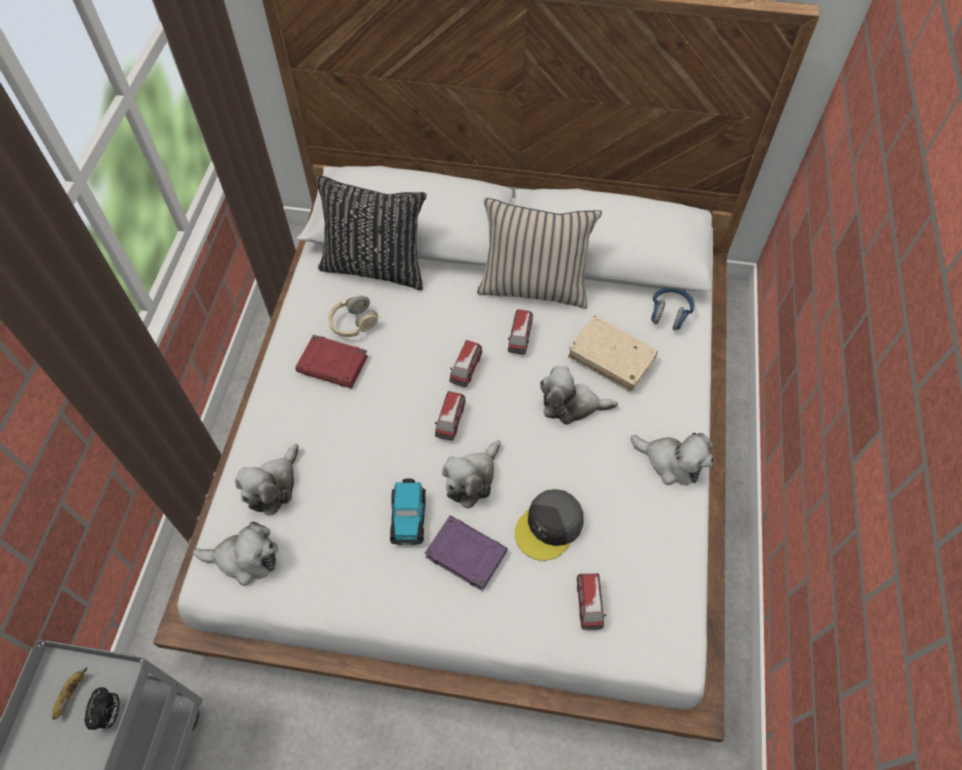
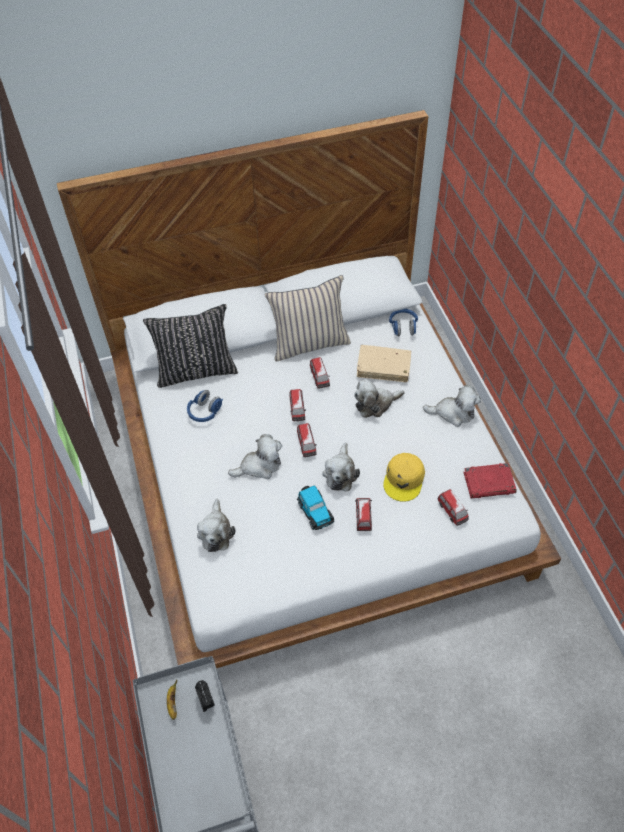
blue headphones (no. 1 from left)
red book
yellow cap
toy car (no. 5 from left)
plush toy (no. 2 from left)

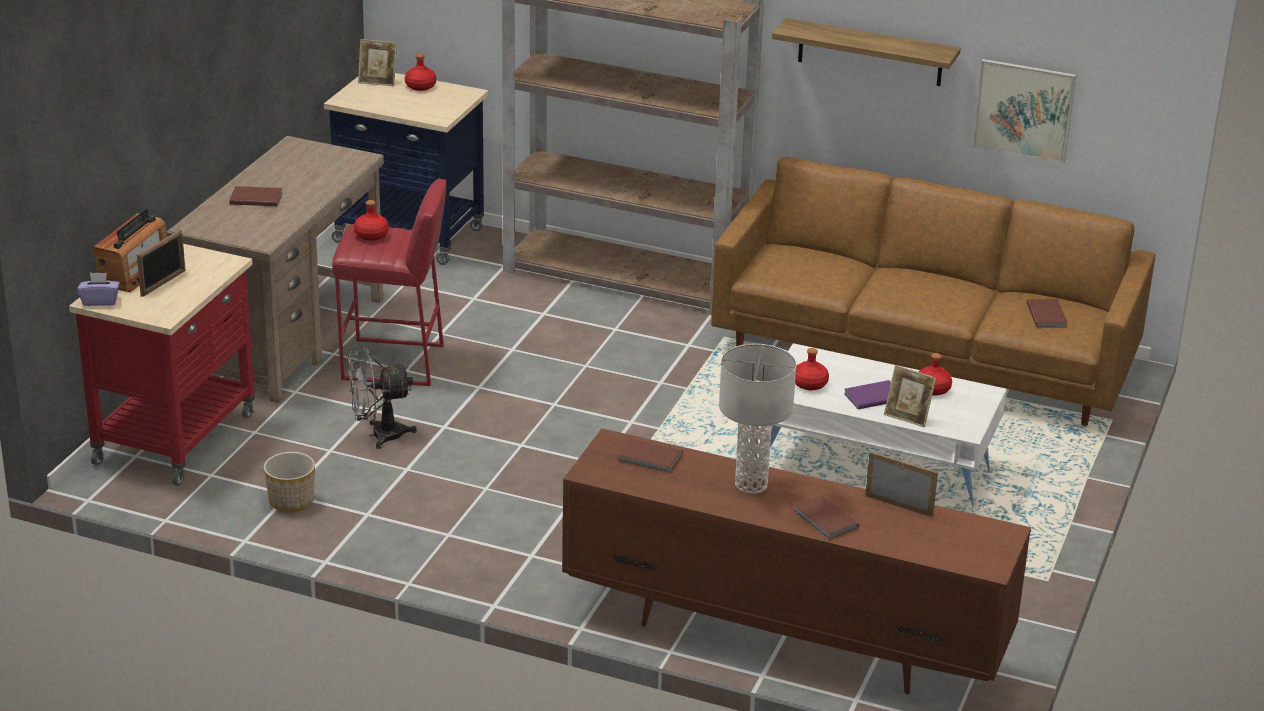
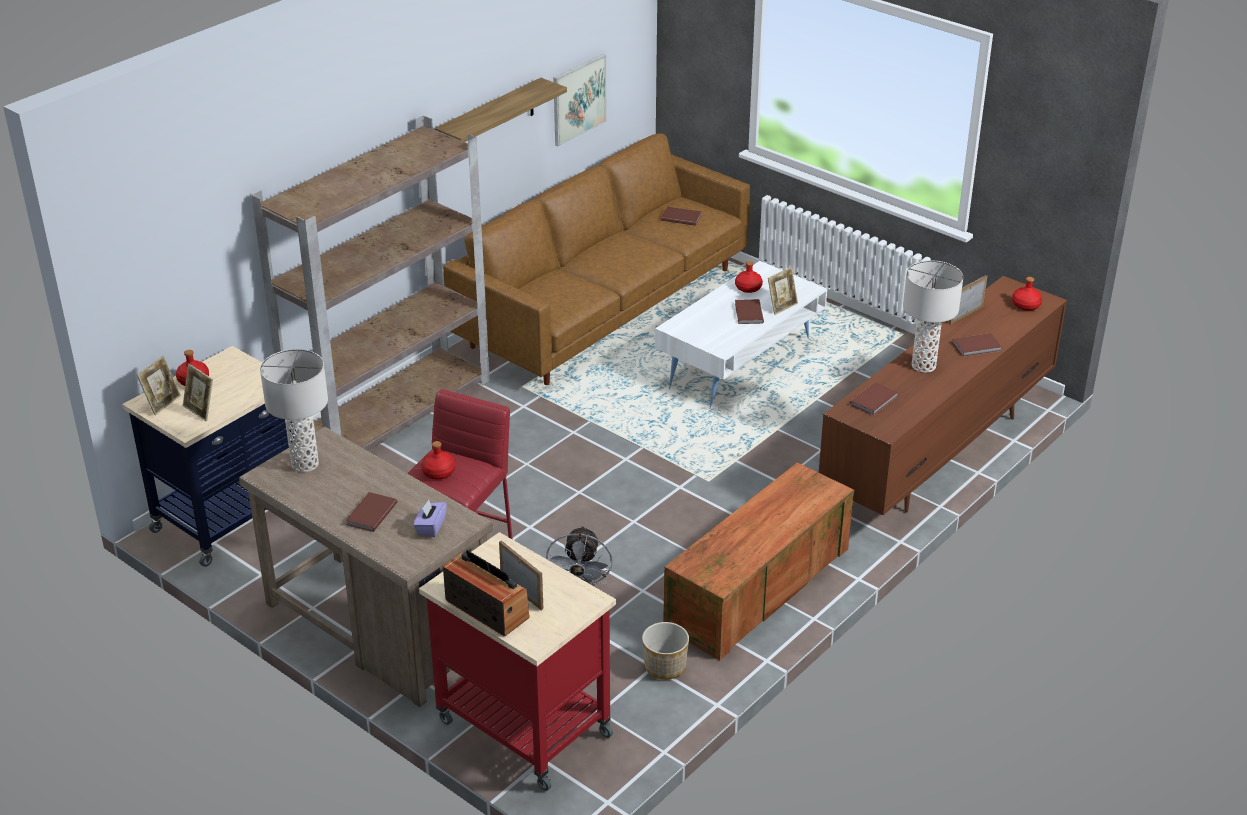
purple tissue box
red bottle (no. 4 from left)
brown book (no. 3 from left)
white table lamp (no. 1 from left)
picture frame (no. 2 from left)
brown bench

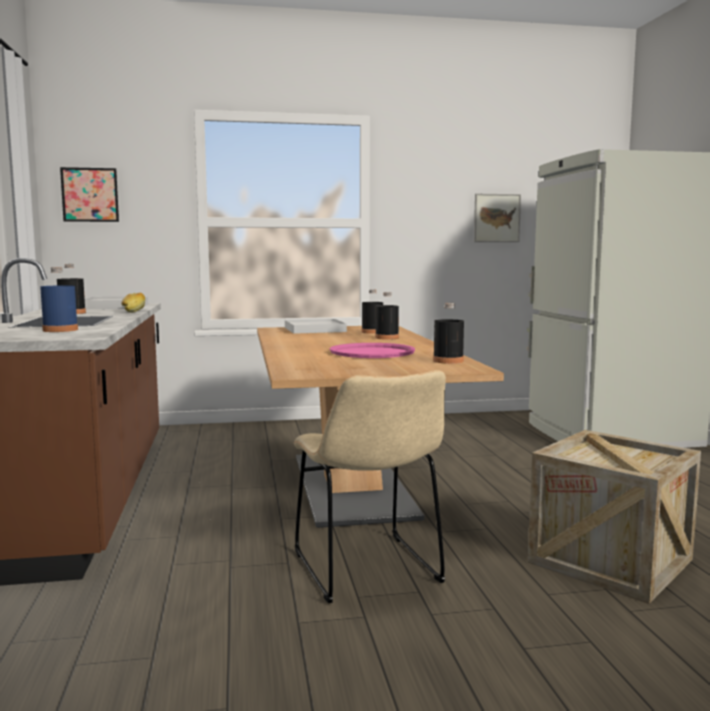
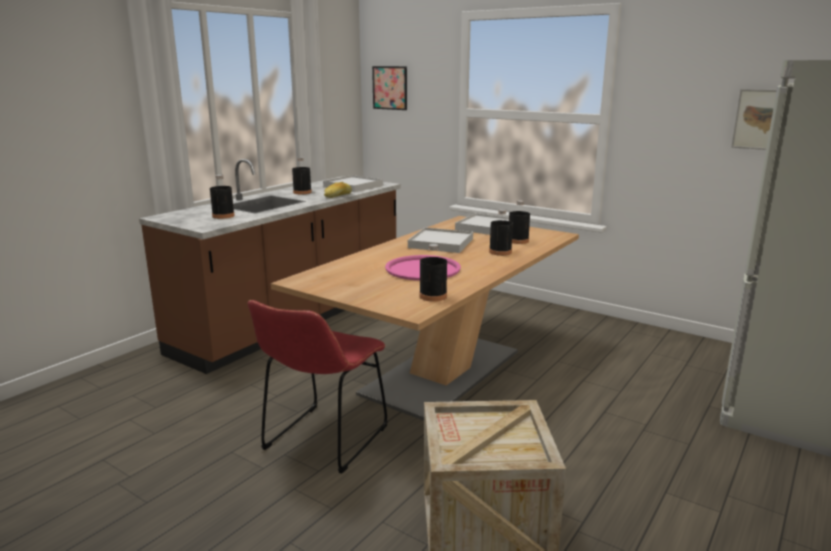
black bottle (no. 1 from left)
red chair
white tray (no. 2 from left)

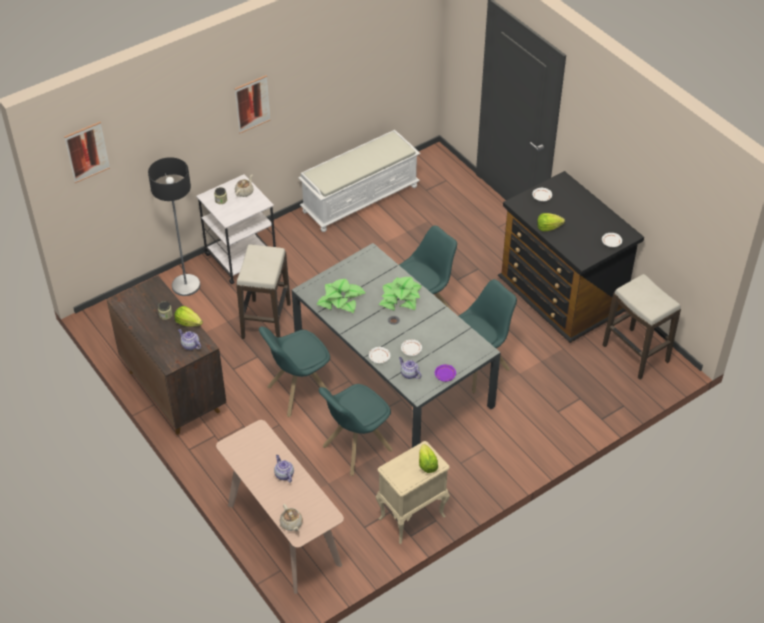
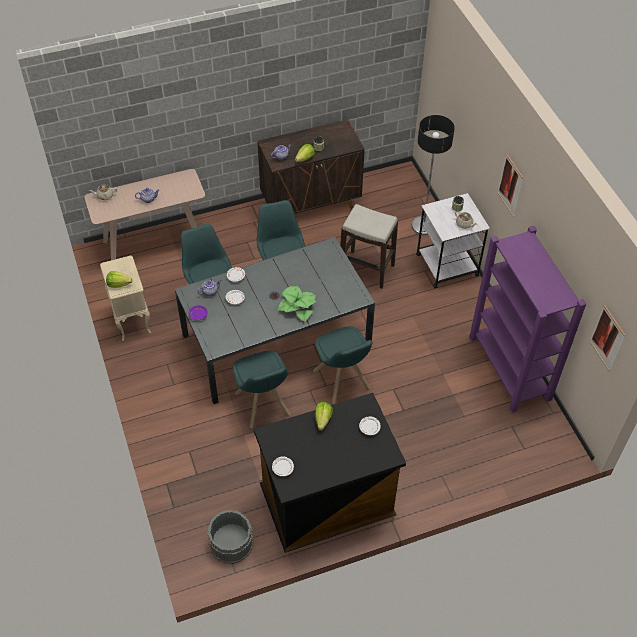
picture (no. 2 from left)
purple bookcase
grey bucket
potted plant (no. 1 from left in the first image)

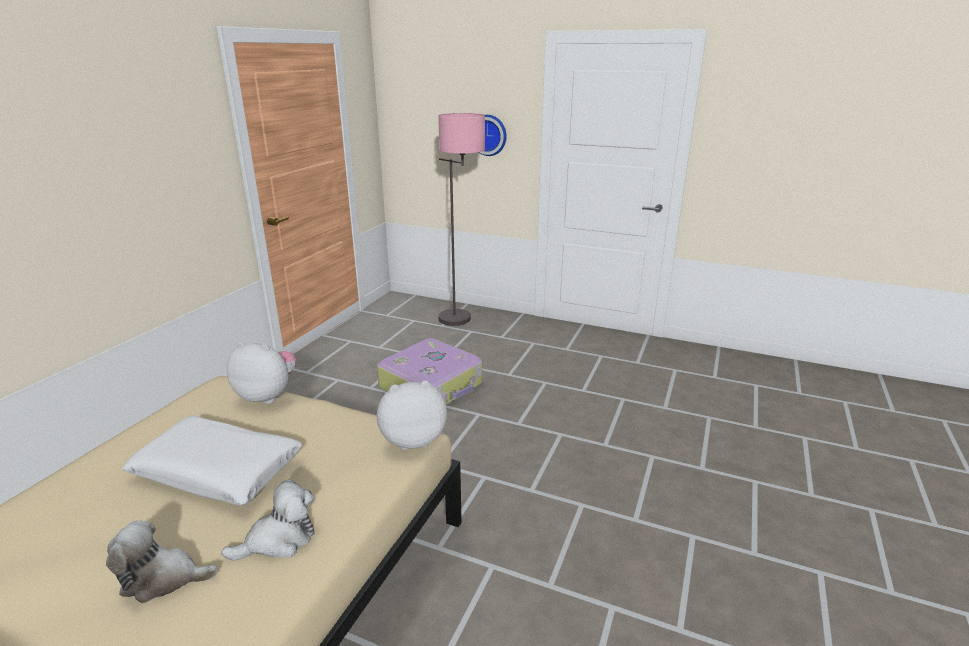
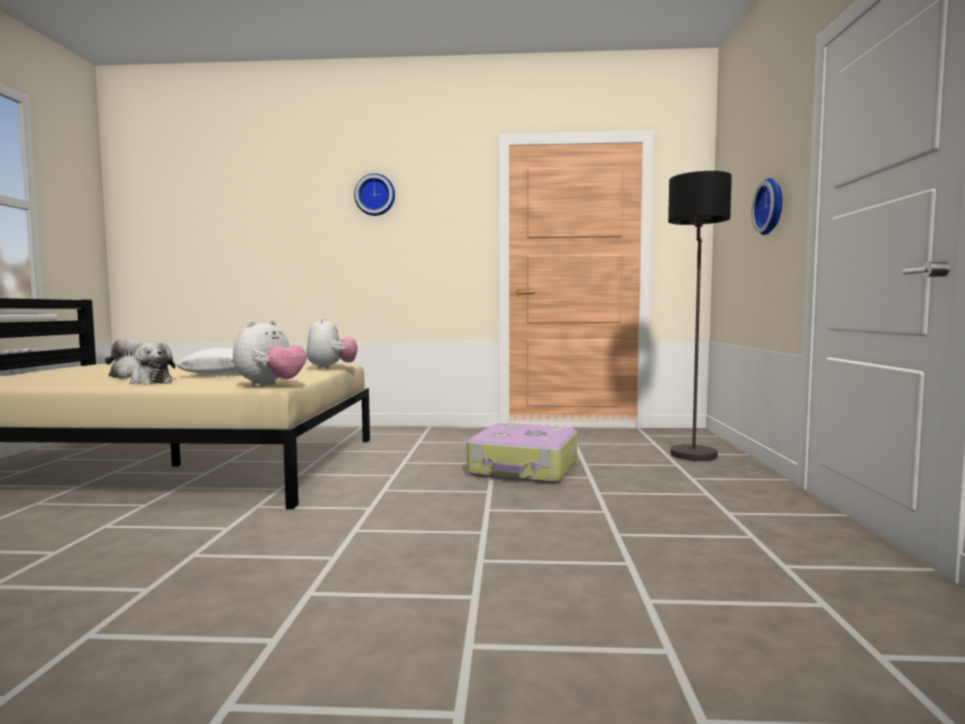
black floor lamp
plush toy (no. 3 from left)
wall clock (no. 1 from left)

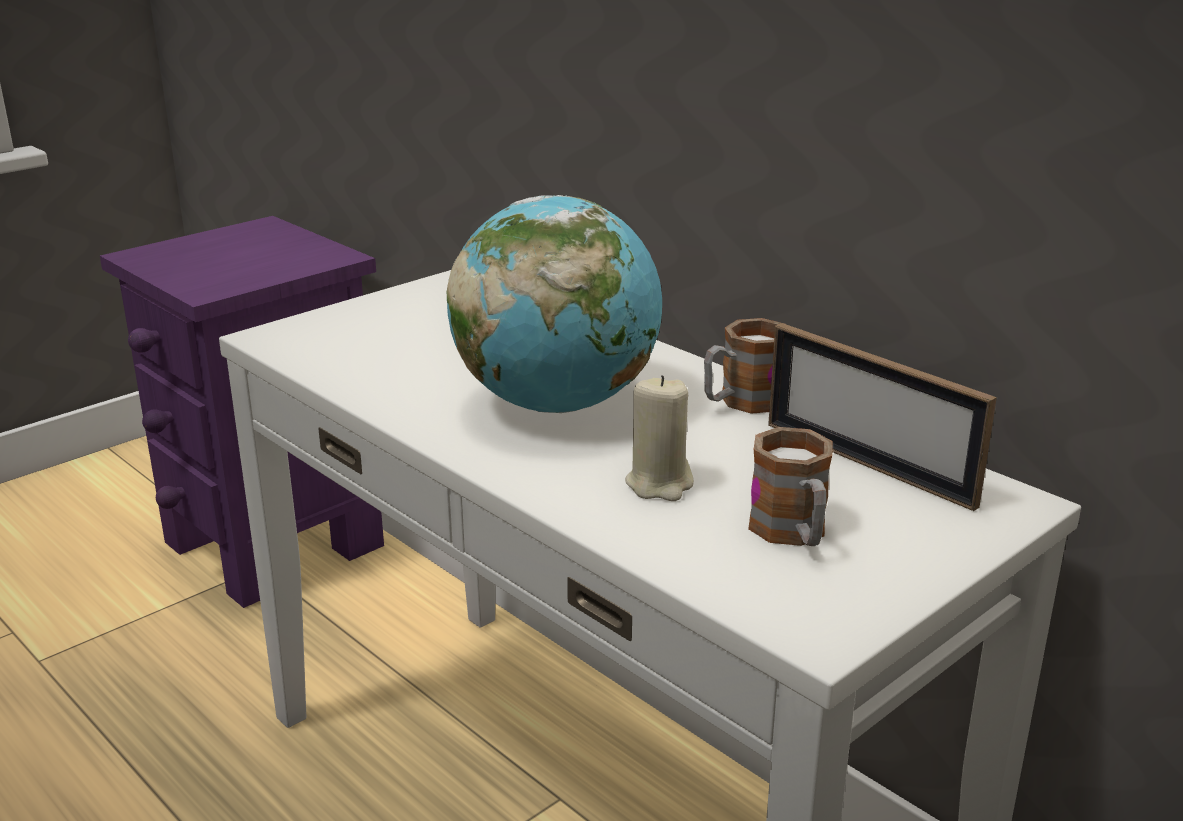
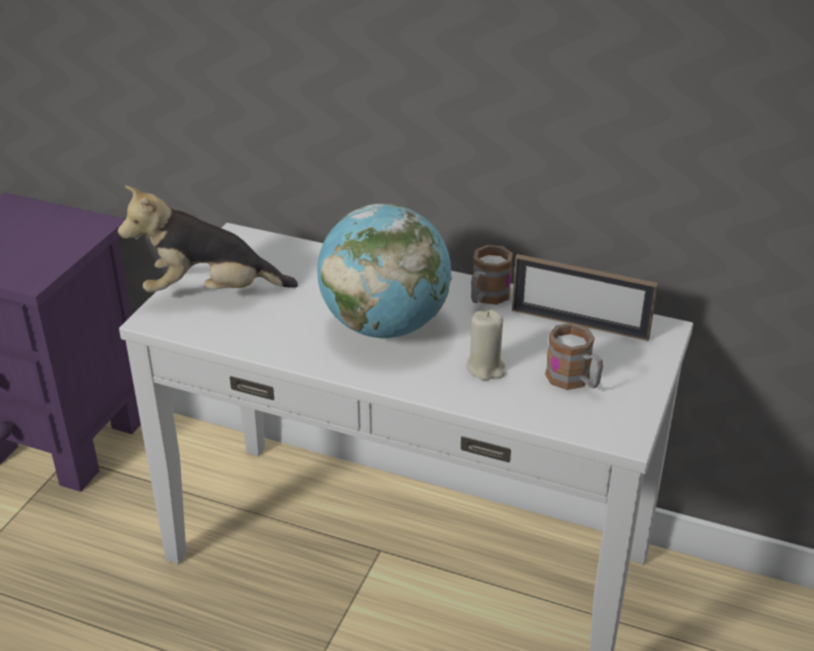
plush toy

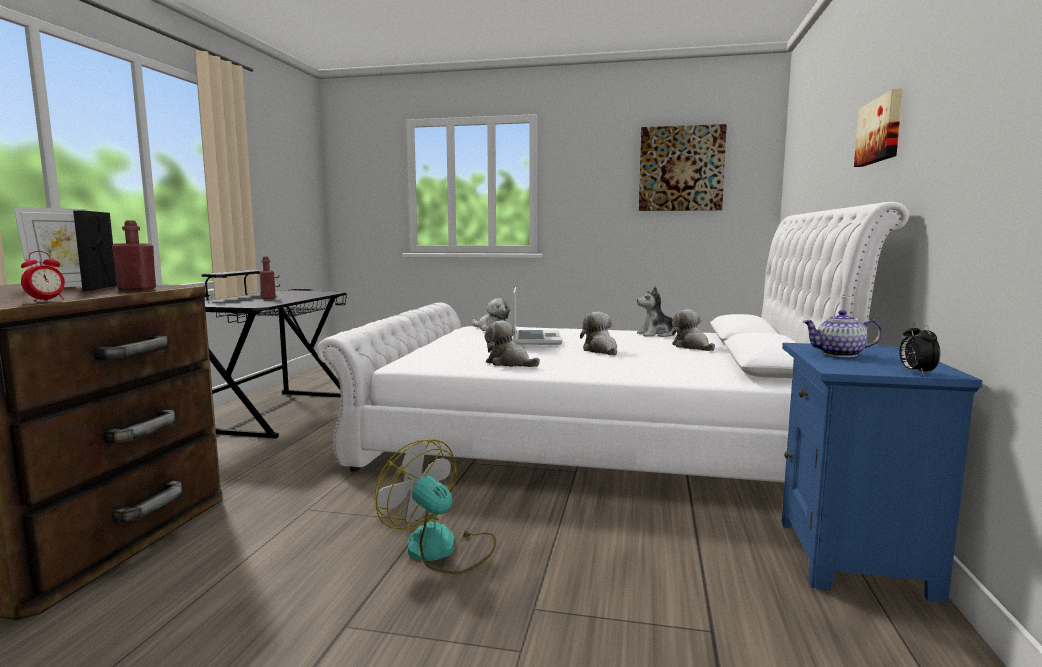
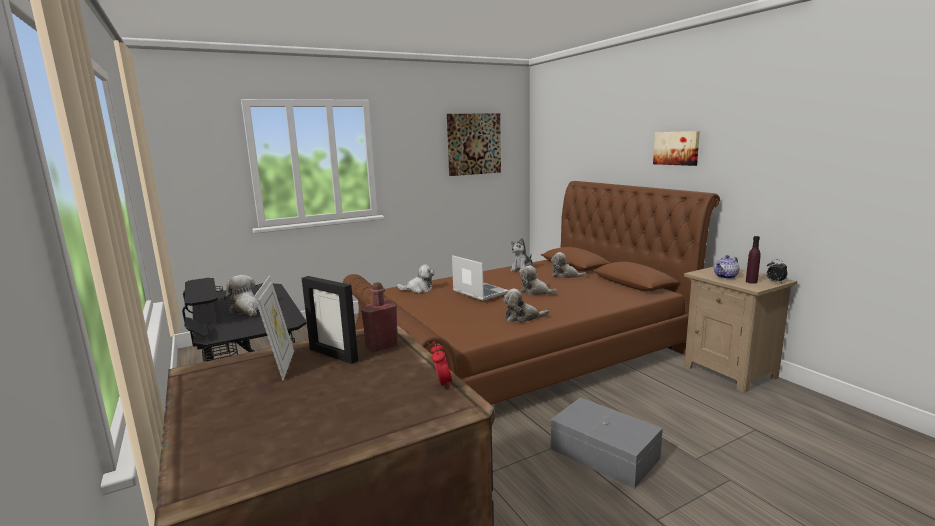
brown bed
plush toy (no. 1 from left)
beige nightstand
grey storage box
purple bottle

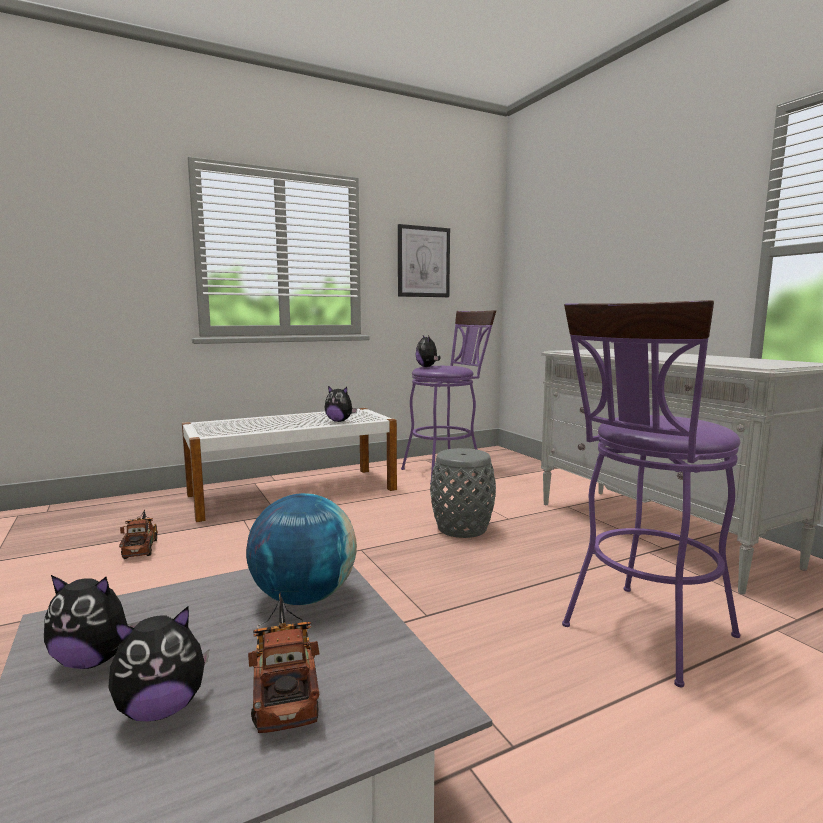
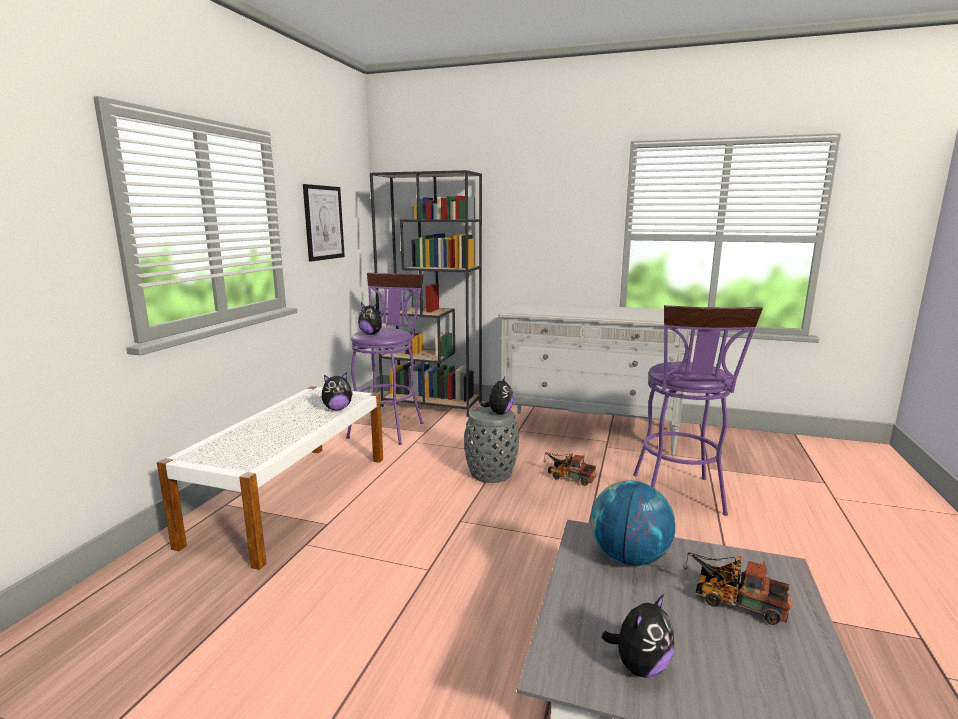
toy truck (no. 1 from left)
plush toy (no. 3 from left)
bookcase

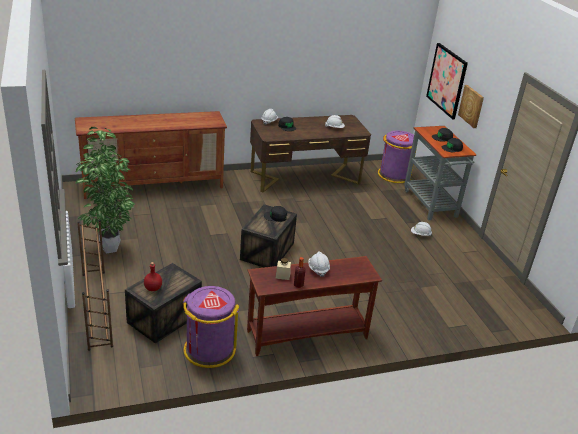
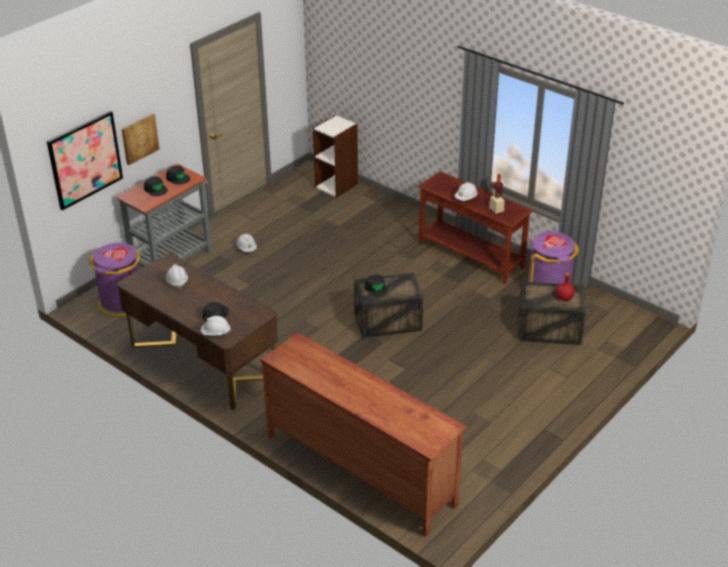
potted plant
brown shoe rack
bookcase

